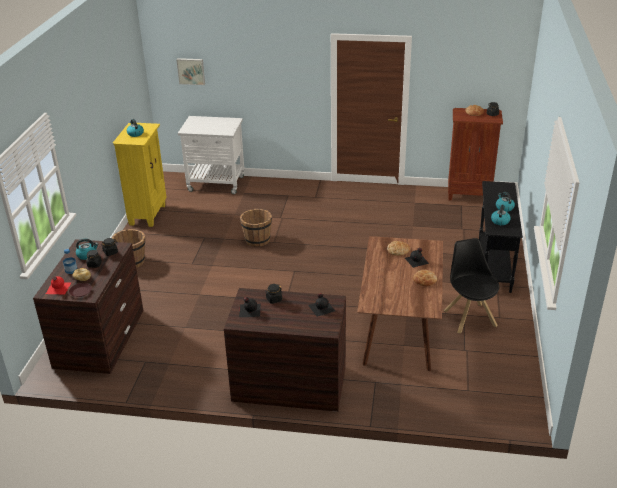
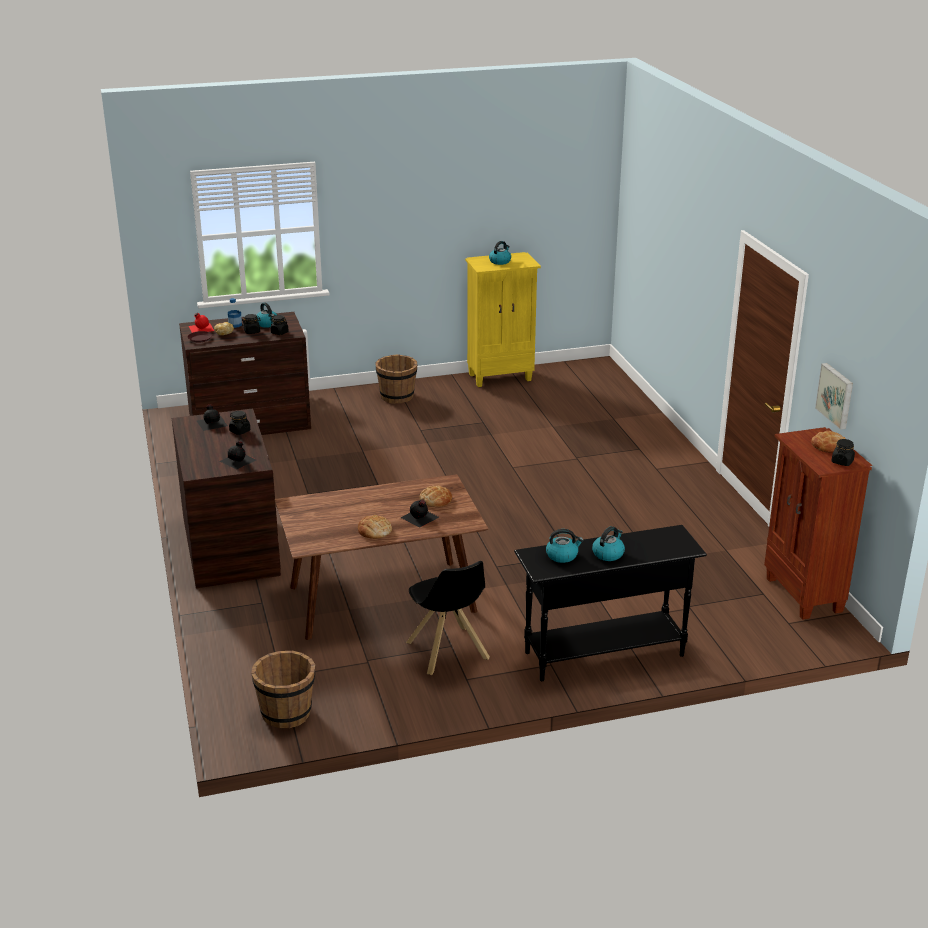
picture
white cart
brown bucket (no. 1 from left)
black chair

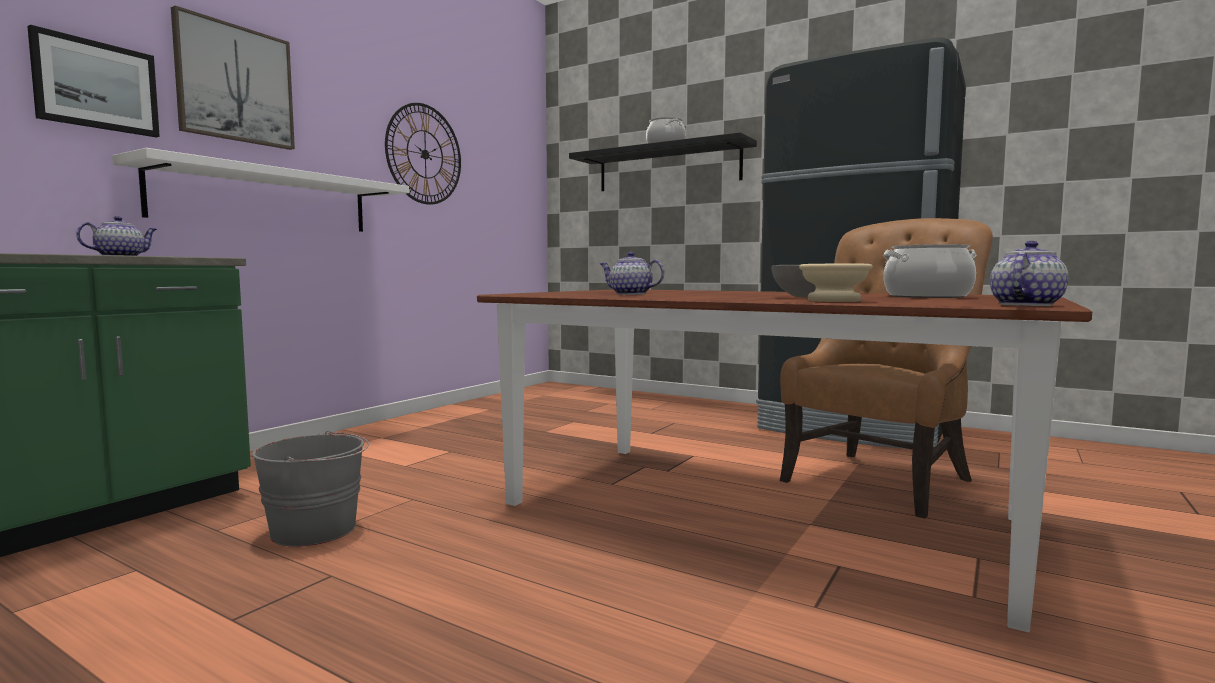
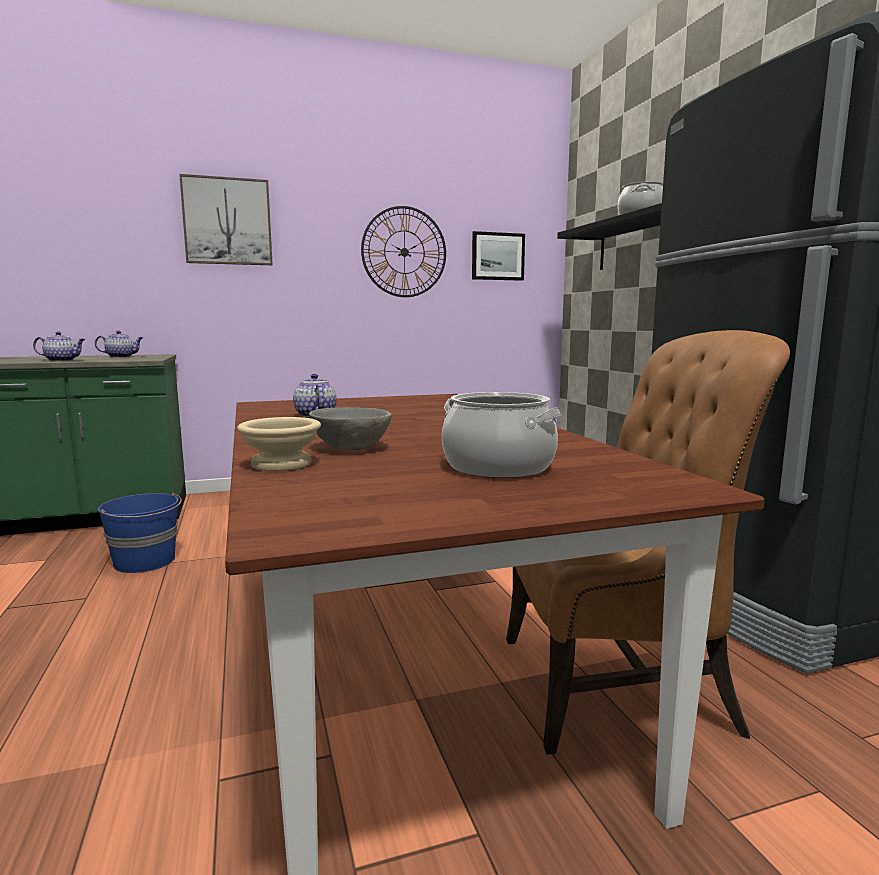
picture (no. 2 from left)
white shelf
teapot (no. 1 from left)
blue bucket

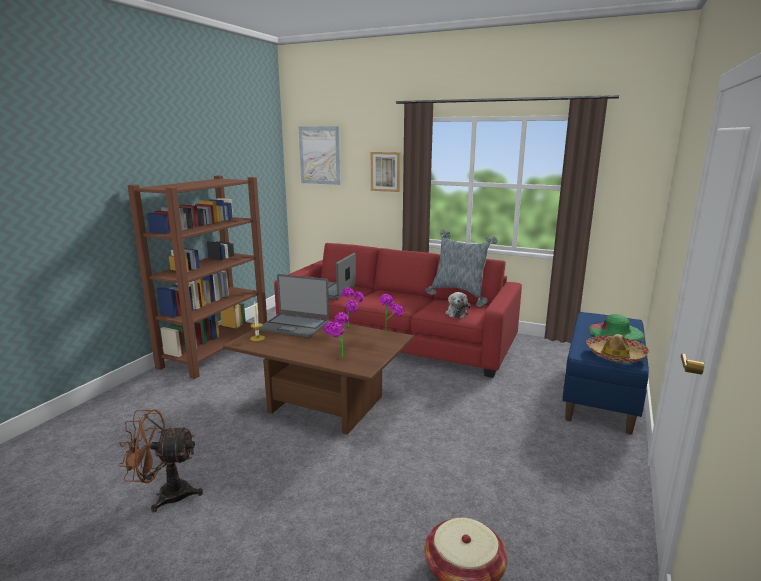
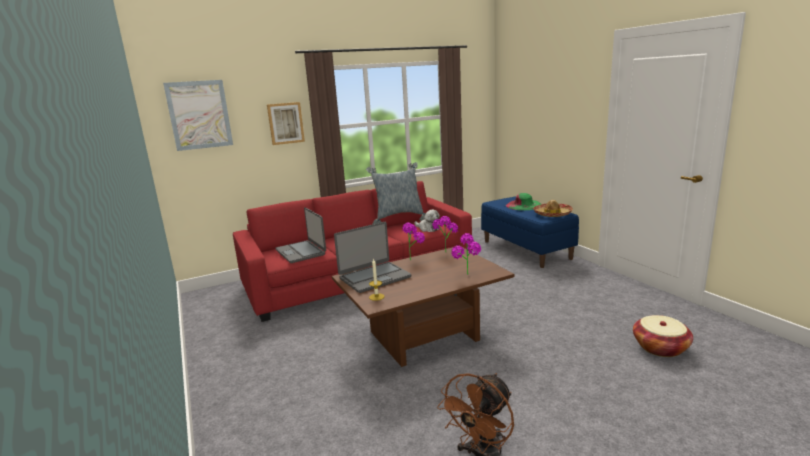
brown bookcase

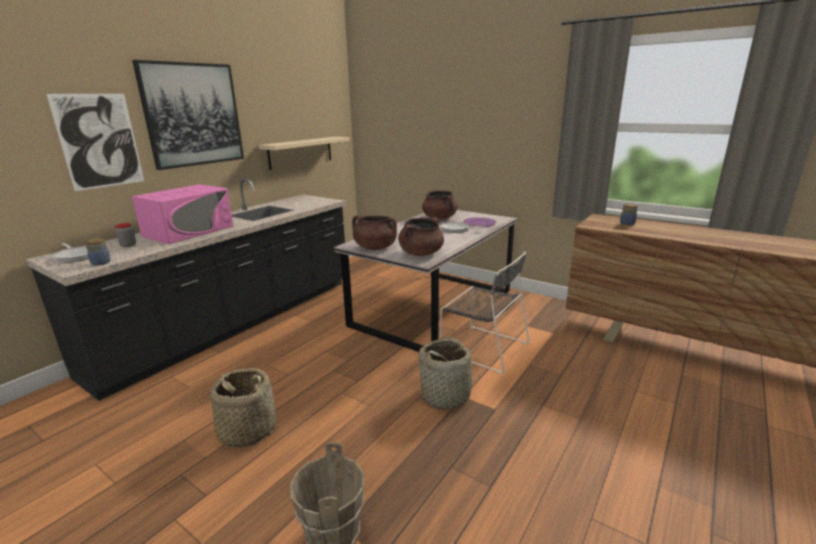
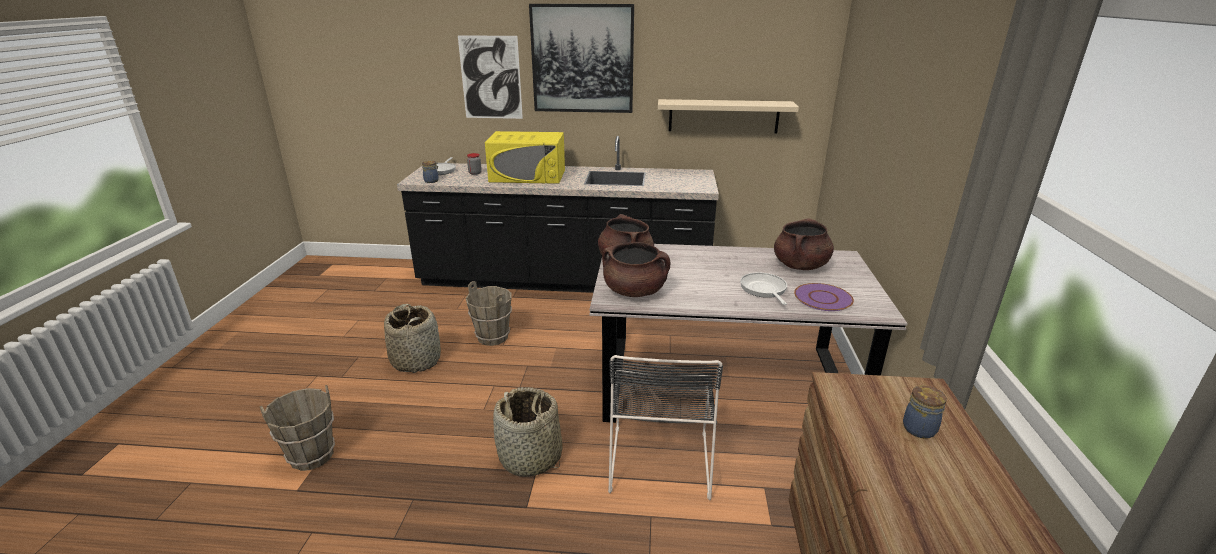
yellow microwave
brown bucket (no. 2 from left)

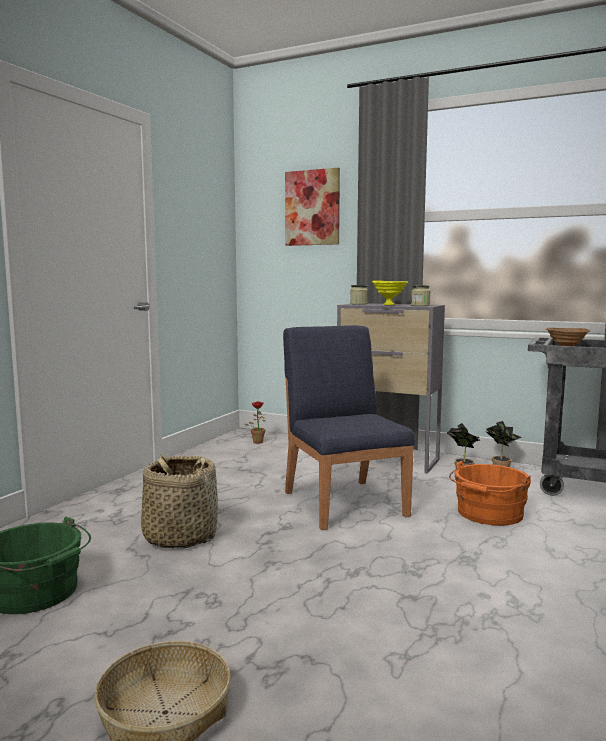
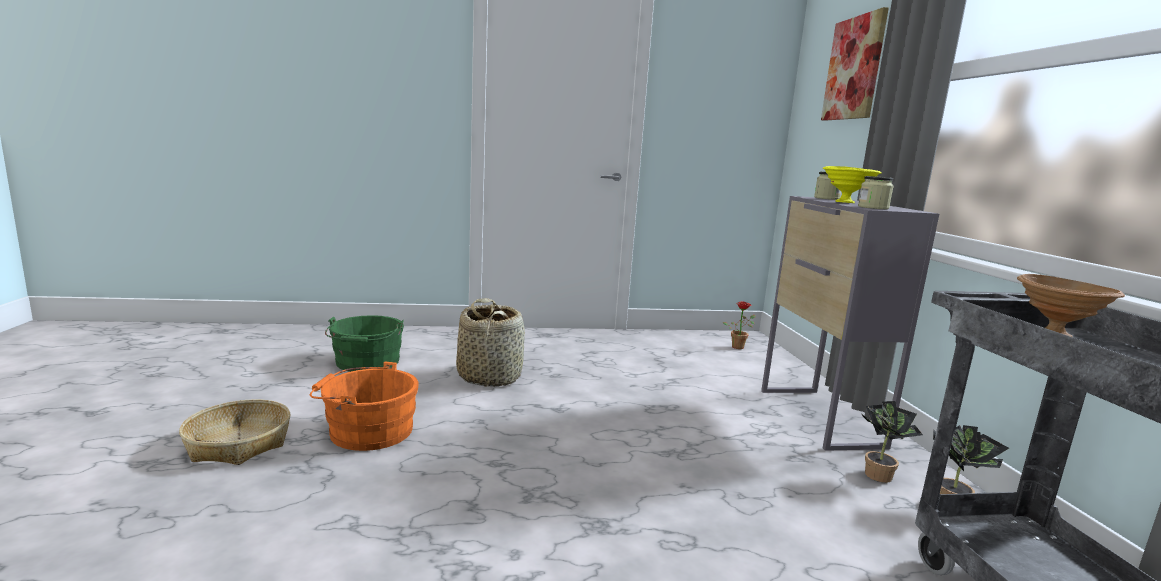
blue chair
orange bucket

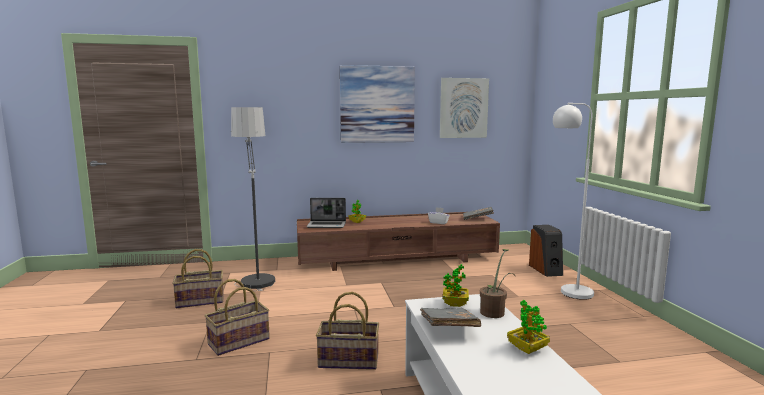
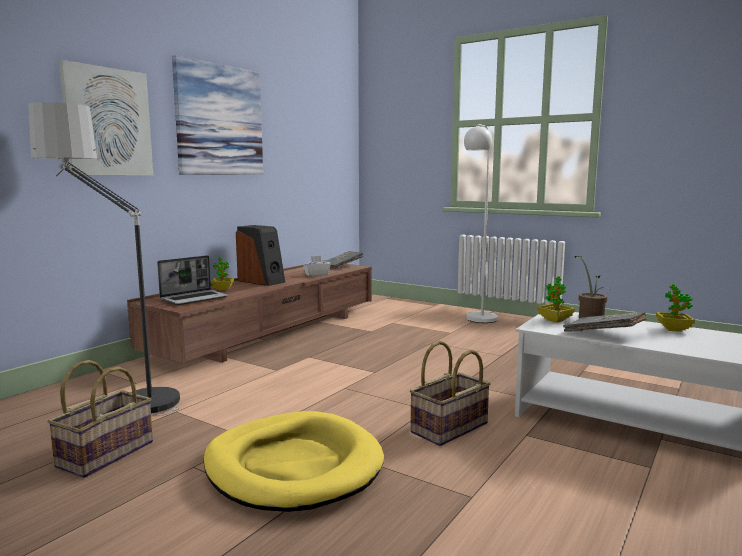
picture (no. 1 from left)
speaker
yellow dog bed

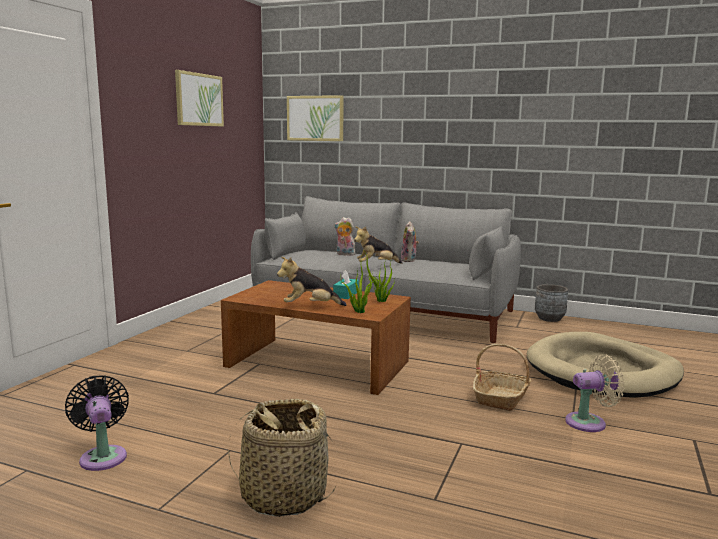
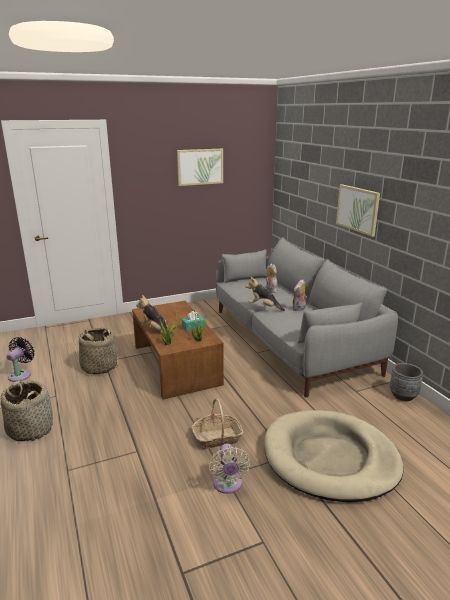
picture (no. 2 from left)
beige fan
basket (no. 2 from left)

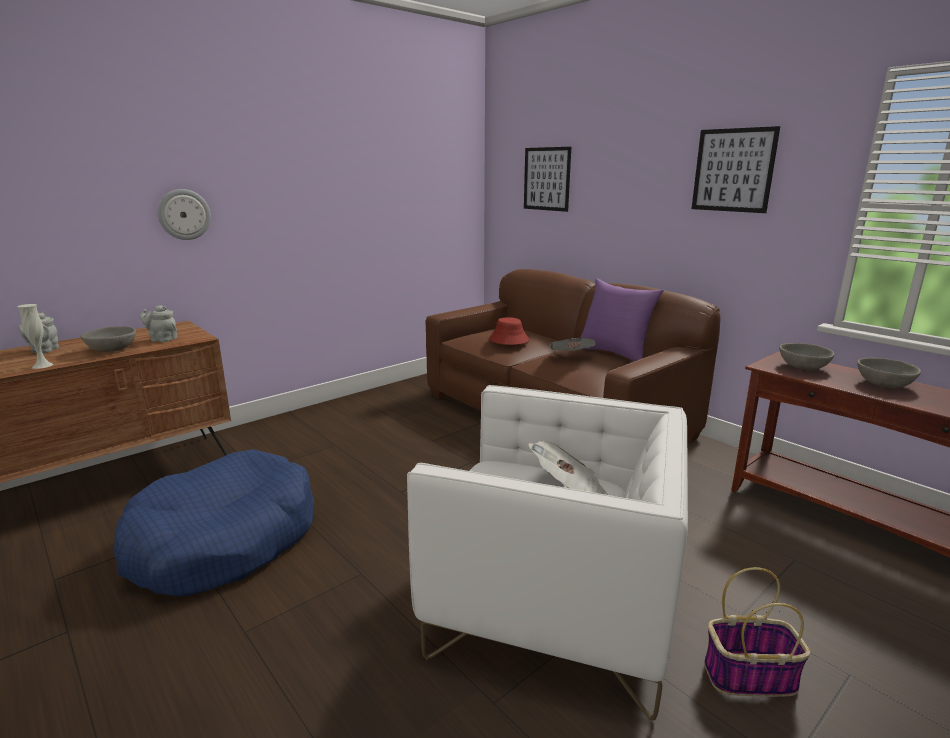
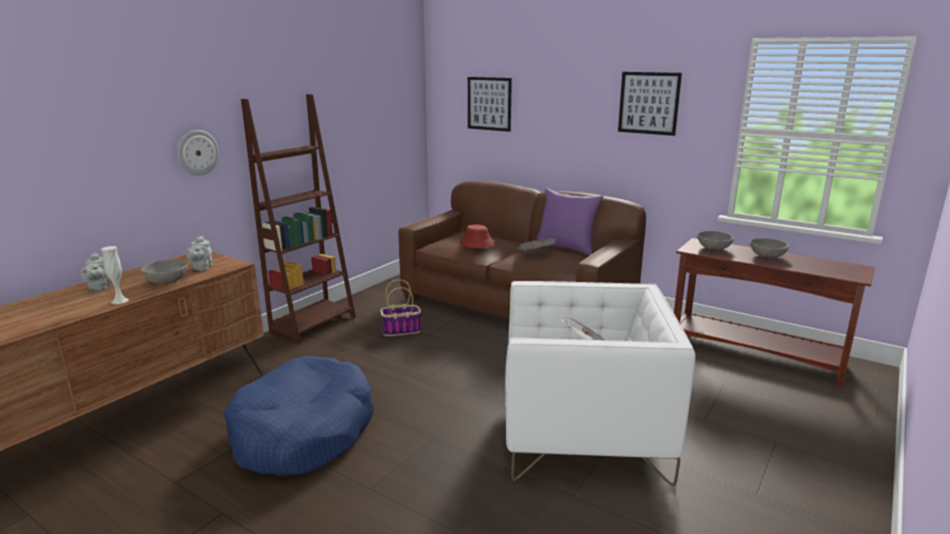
grey teapot (no. 2 from left)
basket
brown bookcase

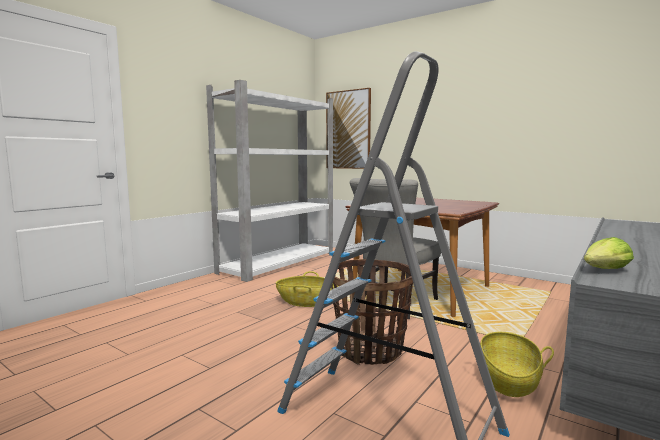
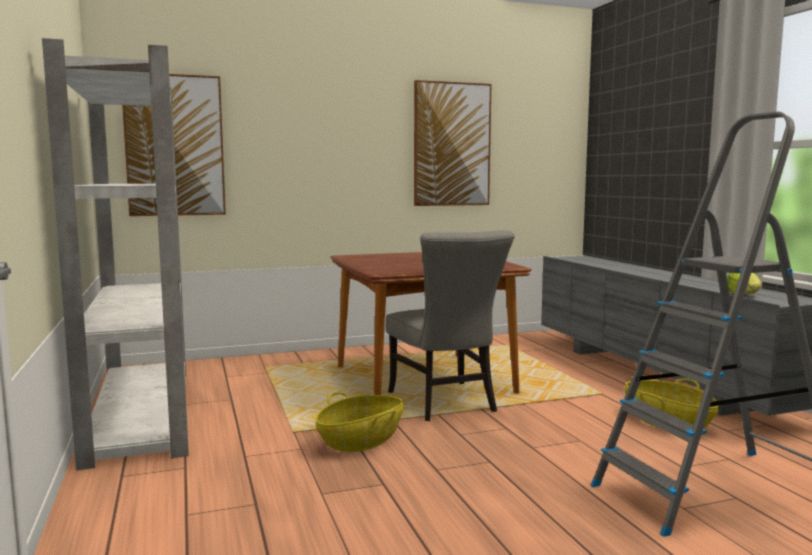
basket (no. 2 from left in the first image)
picture (no. 2 from left)

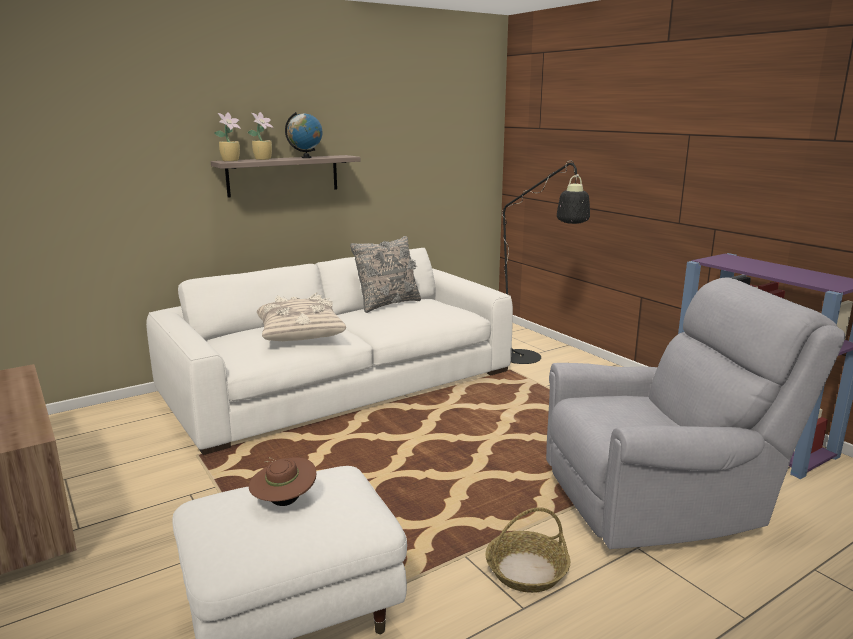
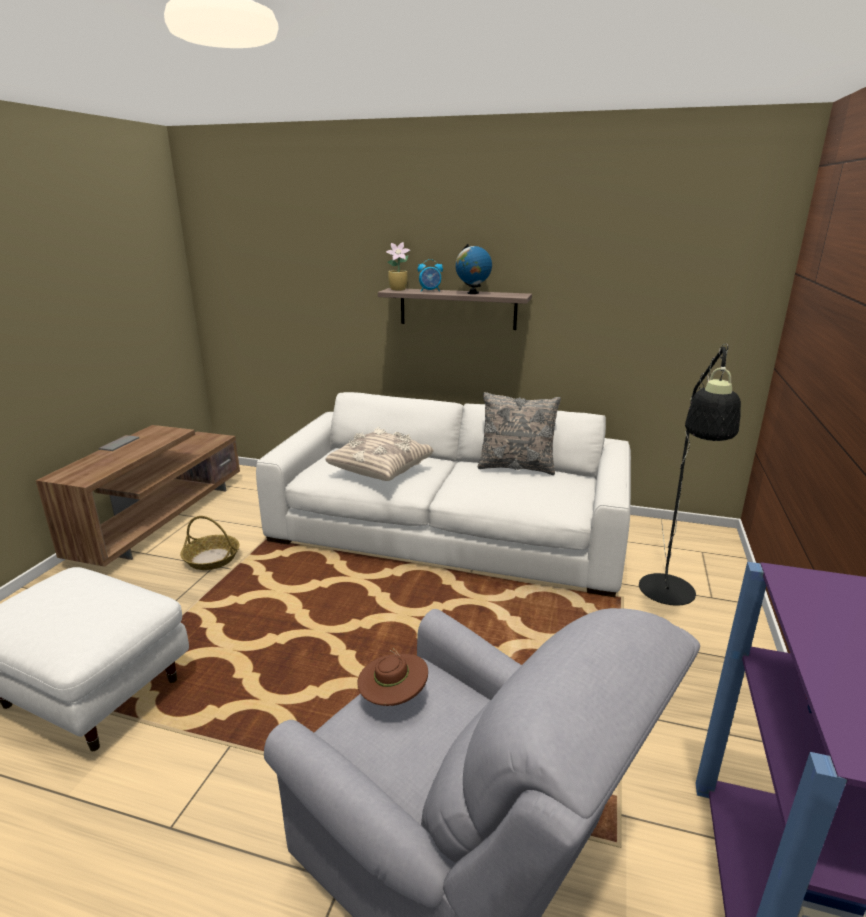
alarm clock
brown hat
basket

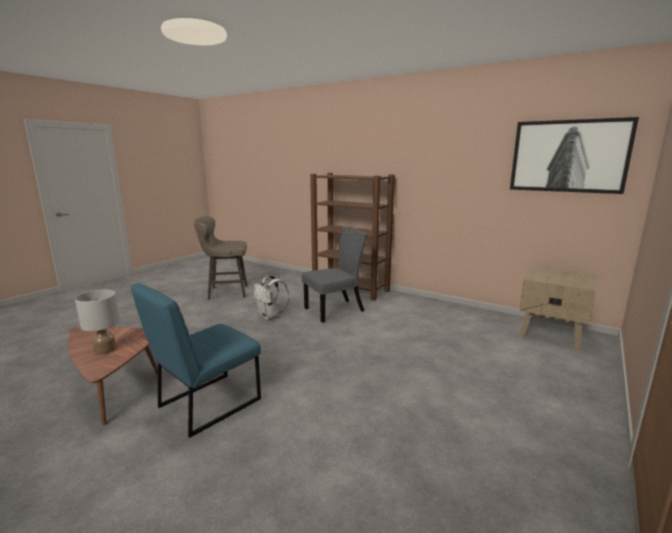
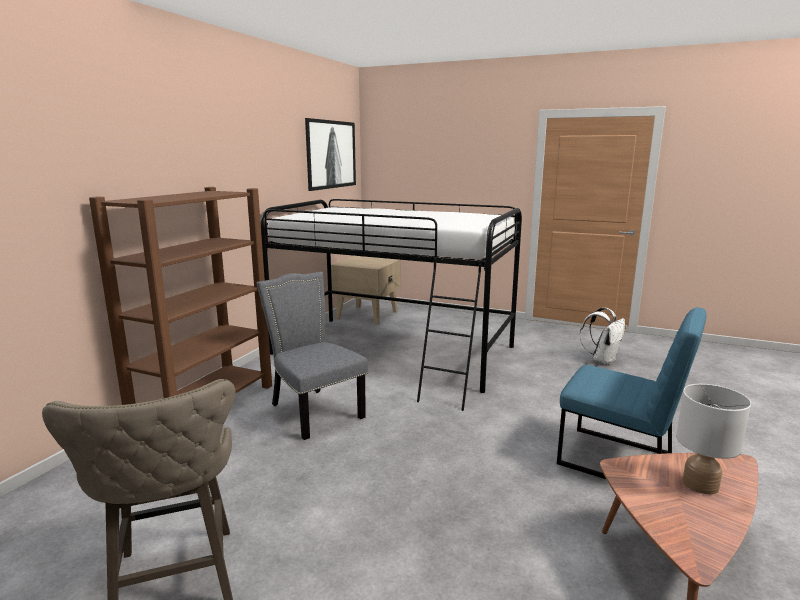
white backpack
black bed

